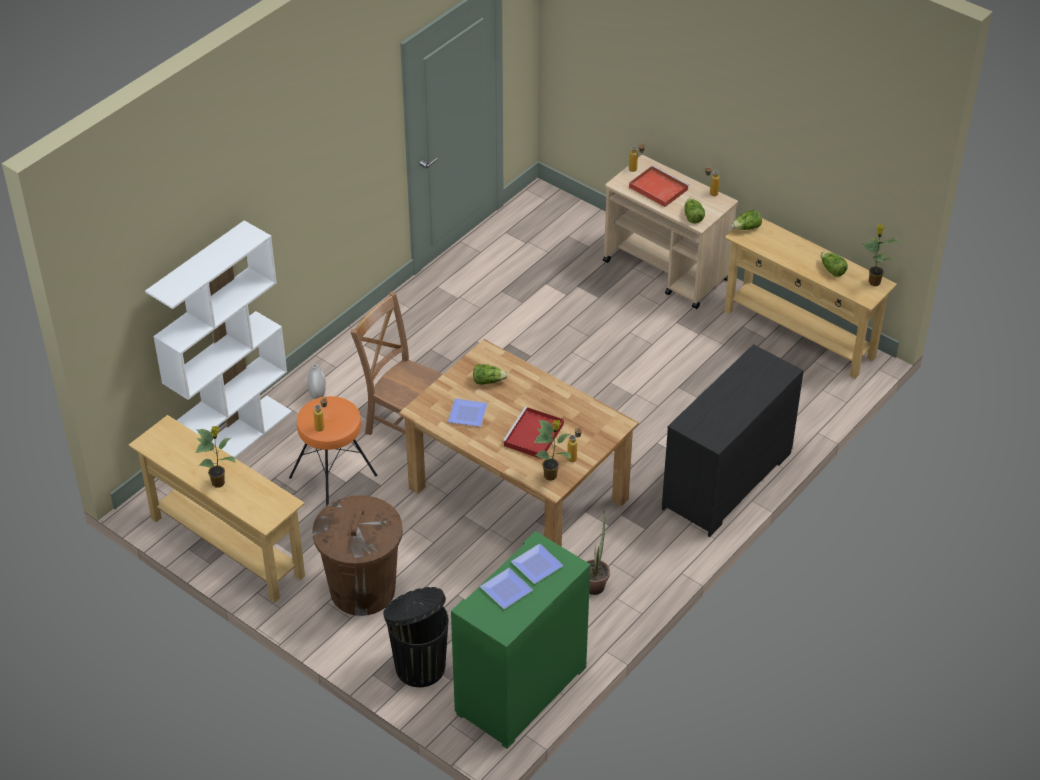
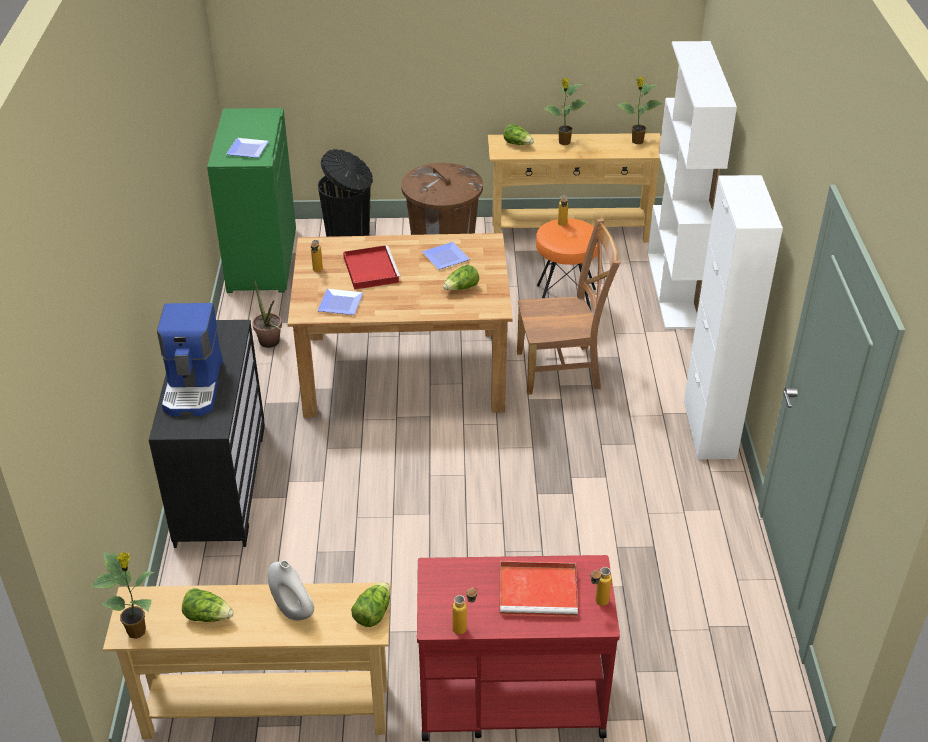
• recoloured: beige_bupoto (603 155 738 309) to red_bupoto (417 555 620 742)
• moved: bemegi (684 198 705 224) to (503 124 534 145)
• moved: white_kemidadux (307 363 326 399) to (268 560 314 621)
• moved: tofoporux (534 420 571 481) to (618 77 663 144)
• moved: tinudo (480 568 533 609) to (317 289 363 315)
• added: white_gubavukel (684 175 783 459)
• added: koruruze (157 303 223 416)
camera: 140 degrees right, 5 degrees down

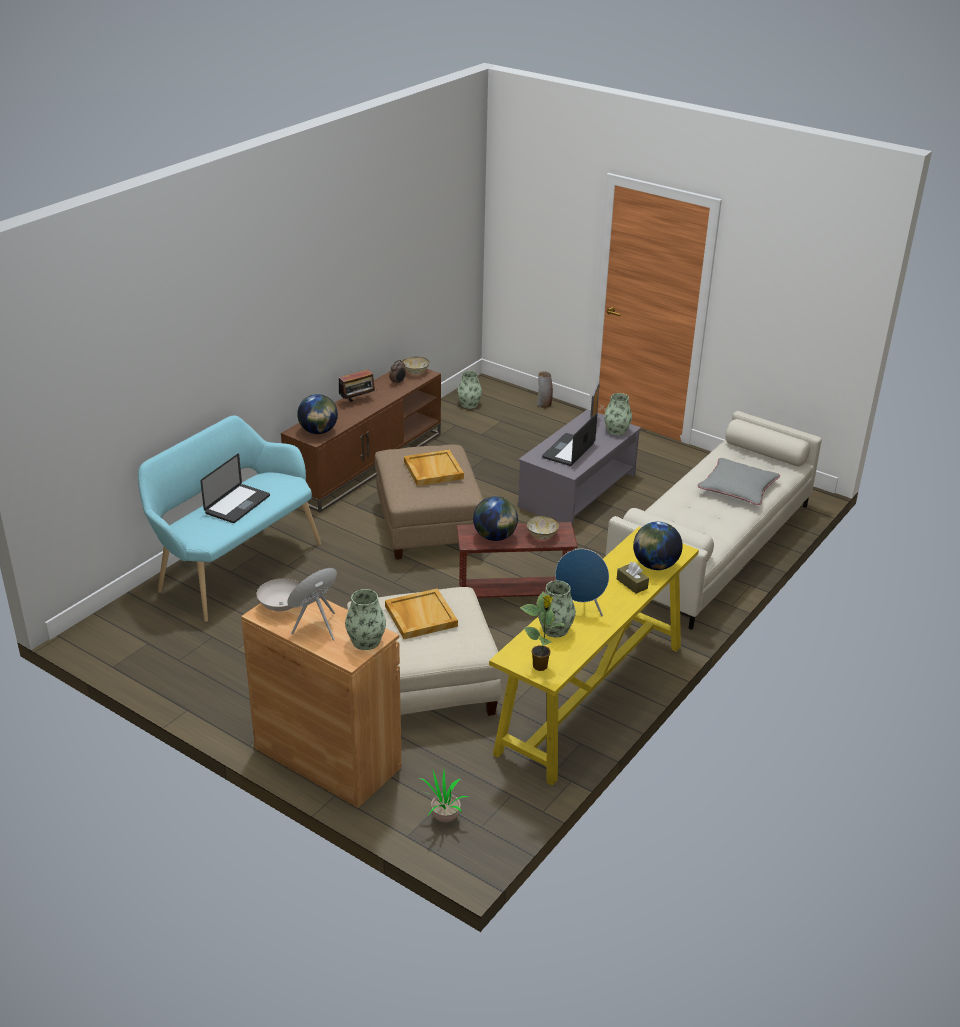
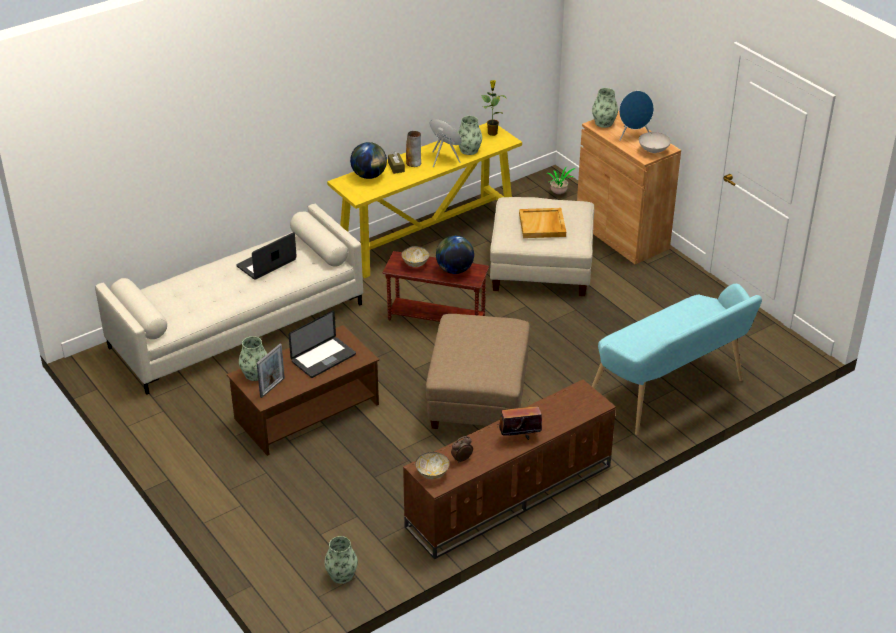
• moved: kemidadux (537 371 553 408) to (406 131 421 167)
• removed: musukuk (297 394 338 434)
• recoloured: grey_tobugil (518 409 641 526) to brown_tobugil (227 325 379 456)
• removed: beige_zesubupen (404 450 464 486)
• moved: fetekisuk (200 454 270 523) to (236 232 297 280)
• removed: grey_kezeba (698 458 780 505)
camera: 160 degrees left, 5 degrees up

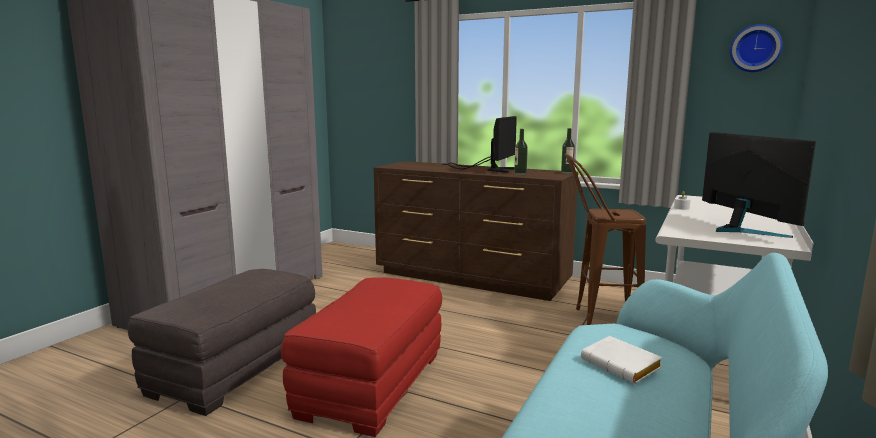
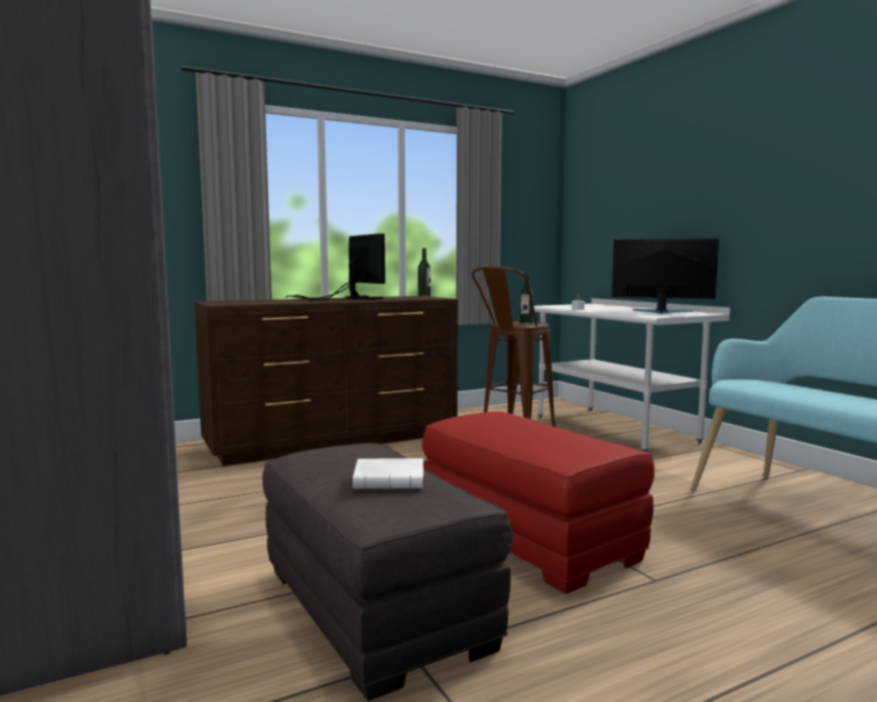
• removed: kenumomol (730 24 783 72)
• moved: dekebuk (514 129 528 175) to (519 274 533 324)
• moved: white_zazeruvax (581 336 663 383) to (353 458 424 490)
camera: 55 degrees left, 5 degrees down

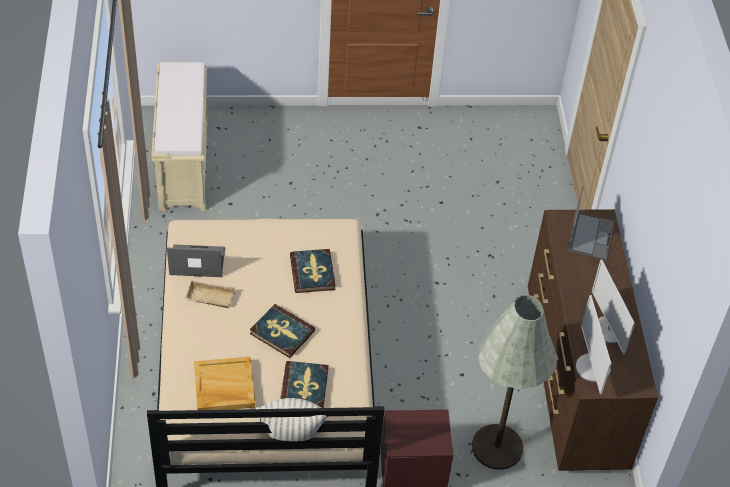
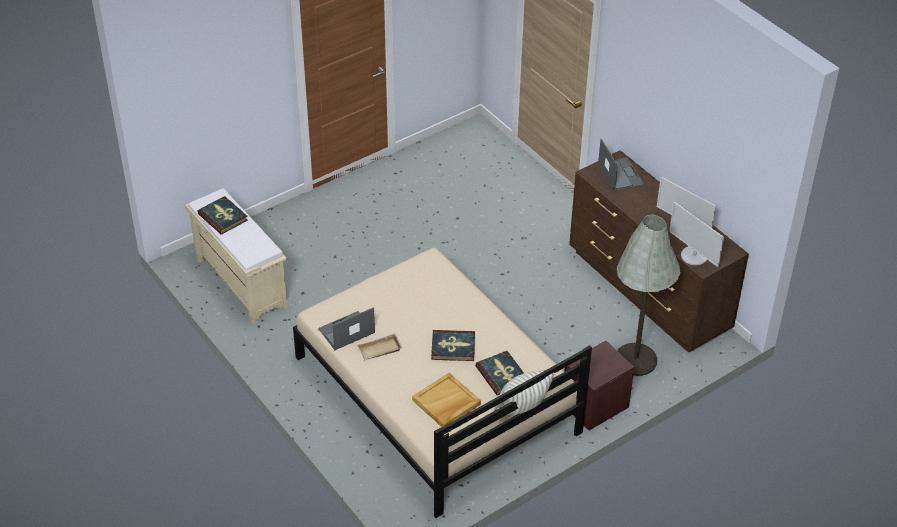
• moved: zazeruvax (290 249 336 293) to (197 196 248 235)
camera: 30 degrees left, 5 degrees down

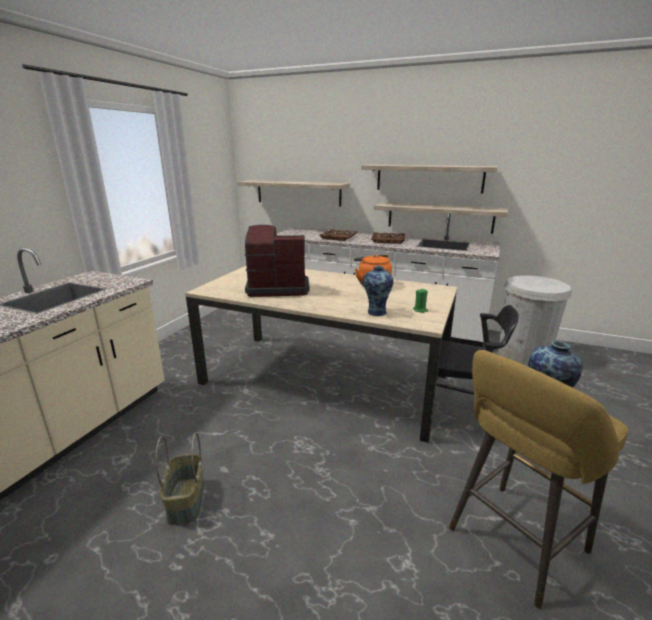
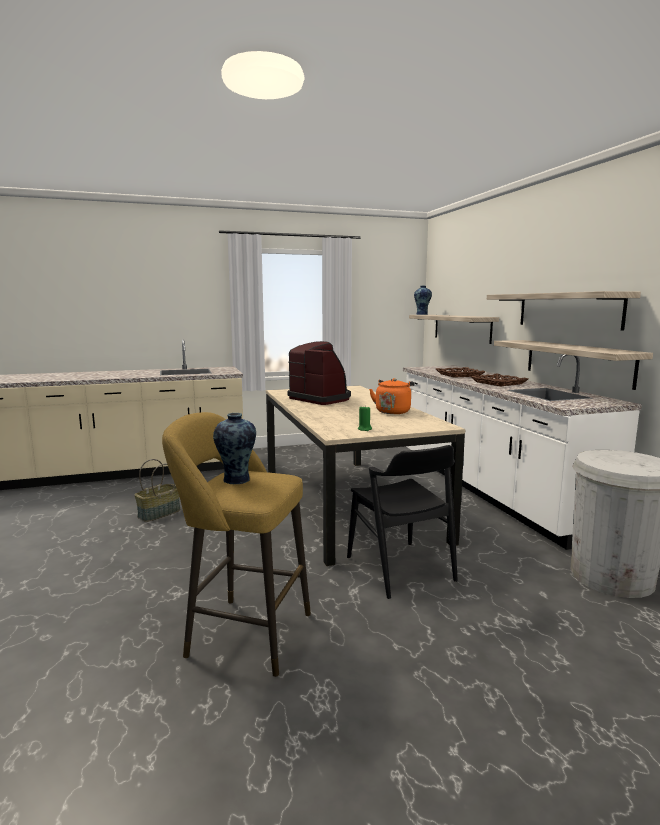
• moved: kemidadux (363 266 393 316) to (414 286 432 315)
camera: 50 degrees right, 10 degrees down

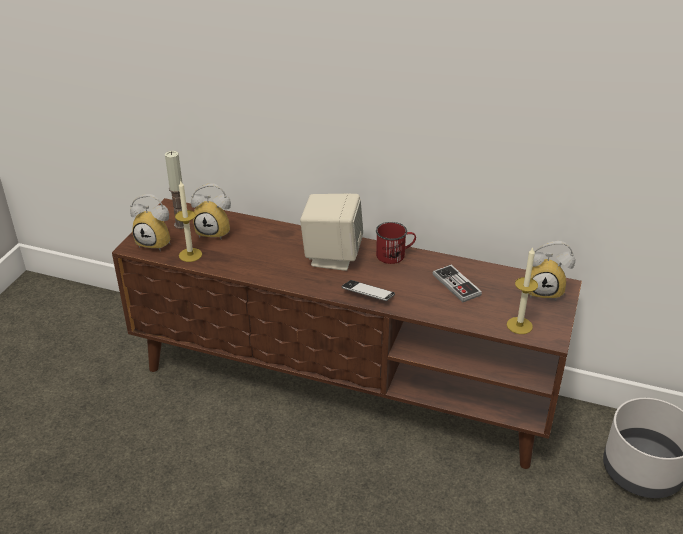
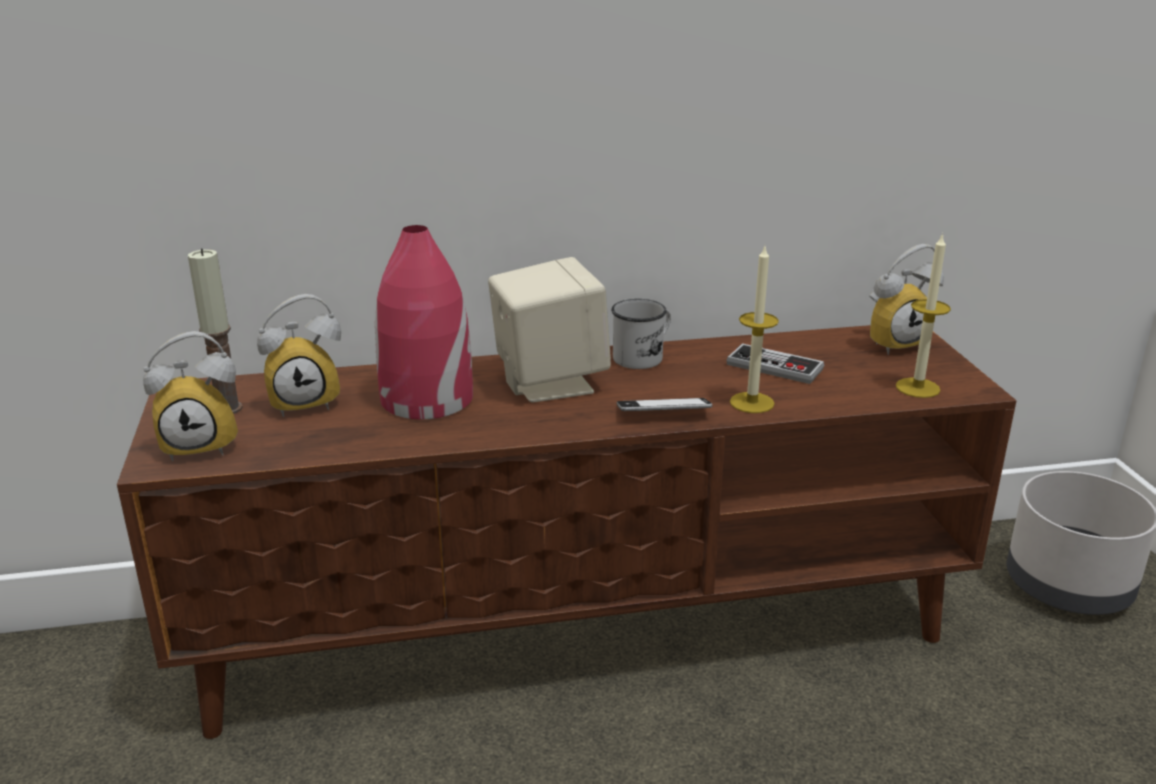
• moved: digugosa (175 181 202 262) to (730 247 779 413)
• recoloured: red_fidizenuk (376 222 416 264) to white_fidizenuk (611 299 671 369)
• added: red_kemidadux (375 225 473 419)
camera: 30 degrees left, 10 degrees down

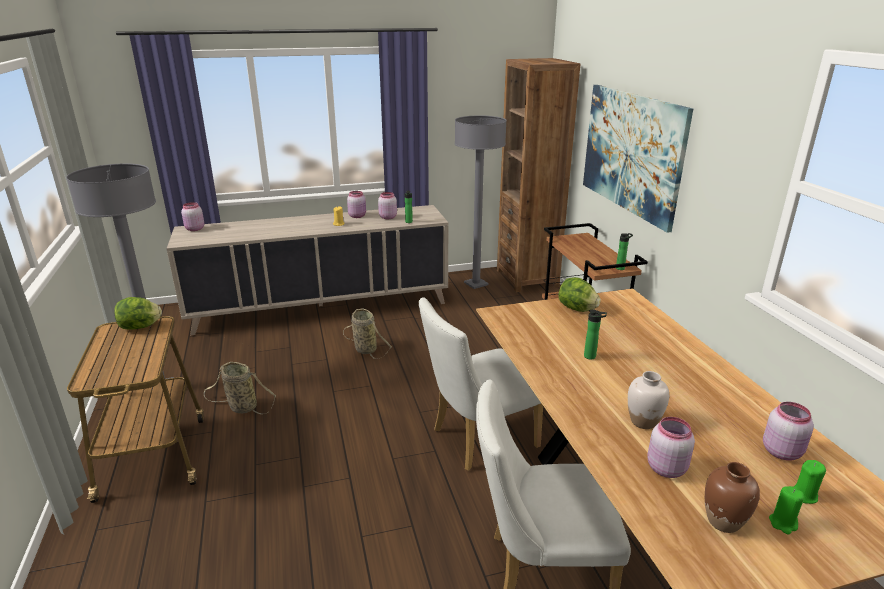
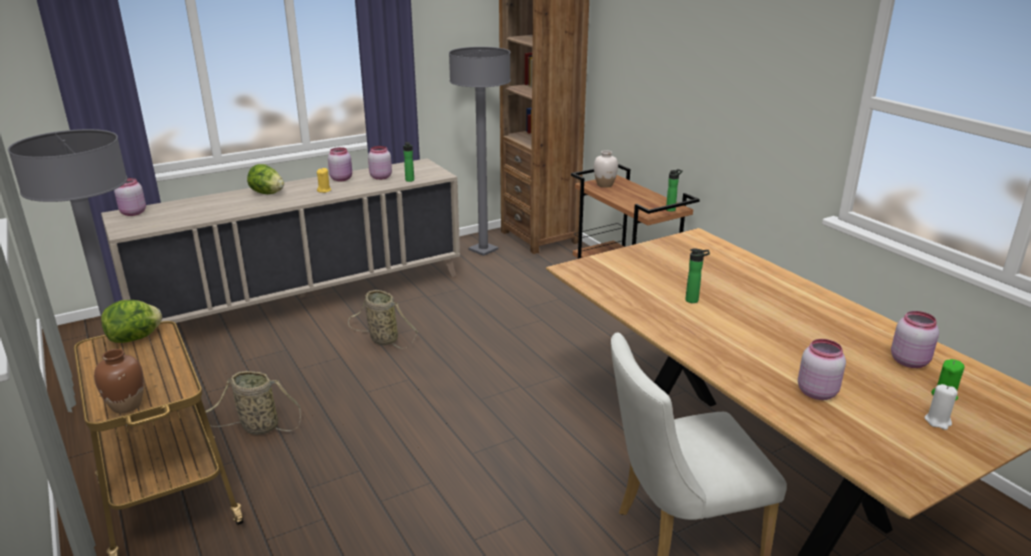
• removed: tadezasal (583 85 693 233)
• moved: bemegi (559 277 601 312) to (247 164 284 194)
• removed: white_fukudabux (419 297 543 471)
• moved: white_kemidadux (628 371 669 429) to (594 150 618 188)
• moved: brown_kemidadux (705 462 760 533) to (94 349 144 413)
• recoloured: green_digugosa (769 486 804 534) to white_digugosa (925 384 958 430)
camera: 15 degrees left, 0 degrees up

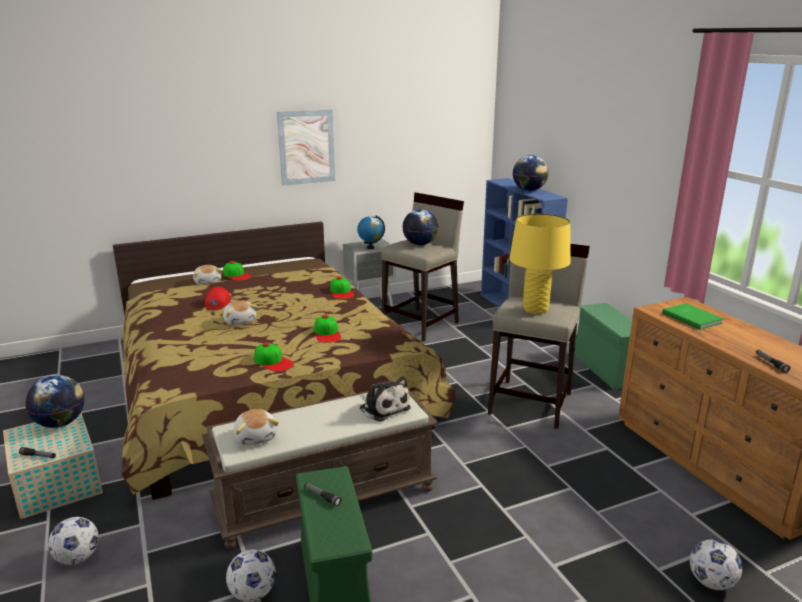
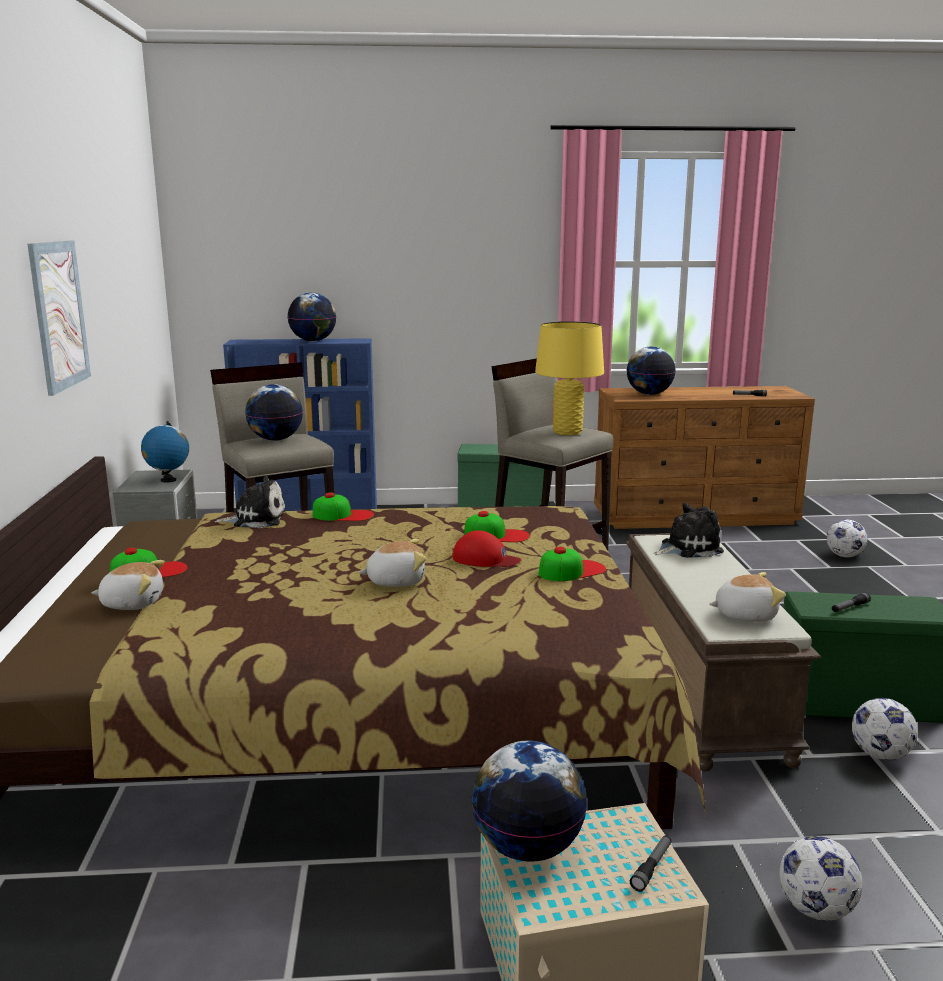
• moved: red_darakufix (205 287 231 310) to (453 530 521 567)
• replaced: green_zazeruvax (662 303 724 330) to musukuk (627 347 676 395)
• added: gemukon (214 476 286 528)
camera: 70 degrees left, 5 degrees down

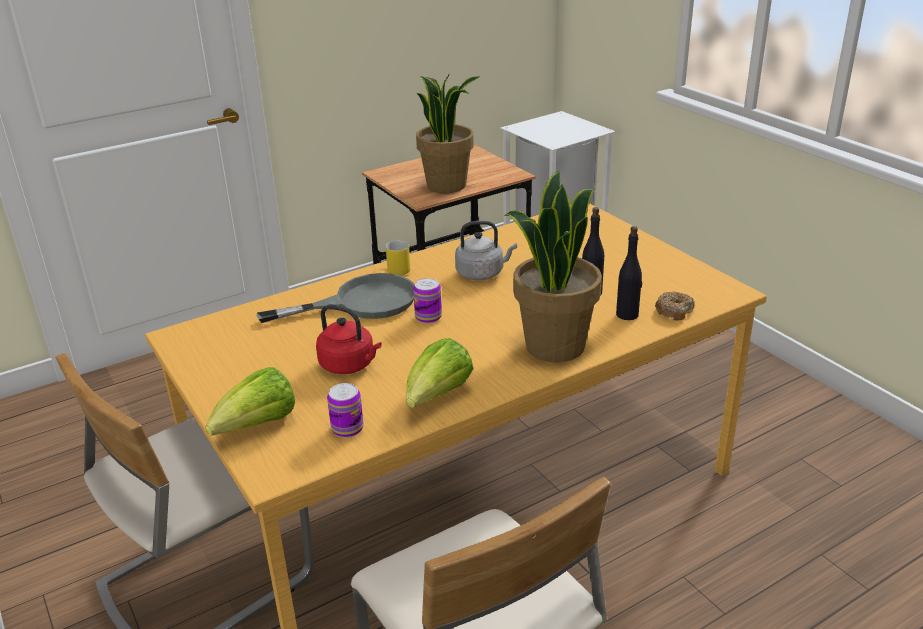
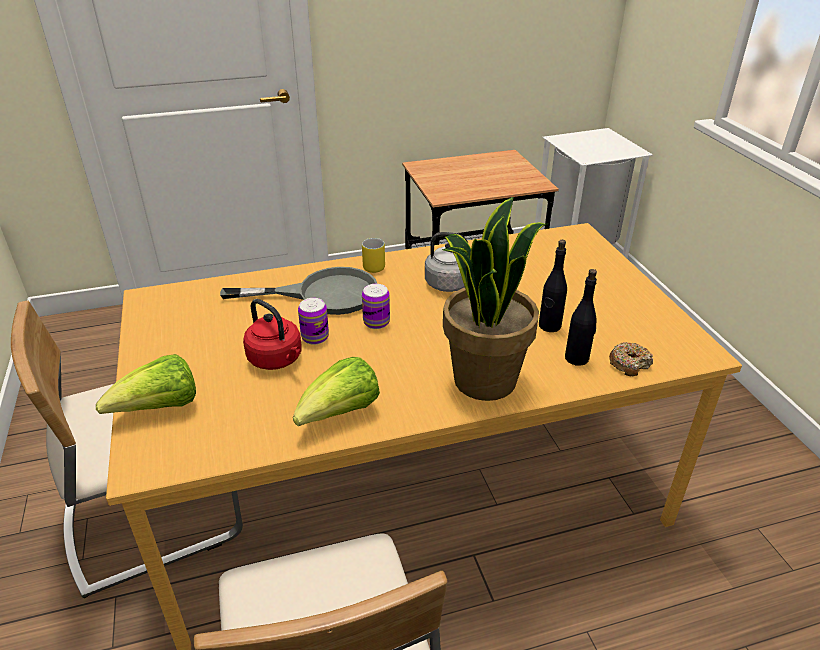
• removed: tofoporux (416 74 480 193)
• moved: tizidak (327 383 363 438) to (298 298 329 345)
camera: 15 degrees right, 5 degrees up

